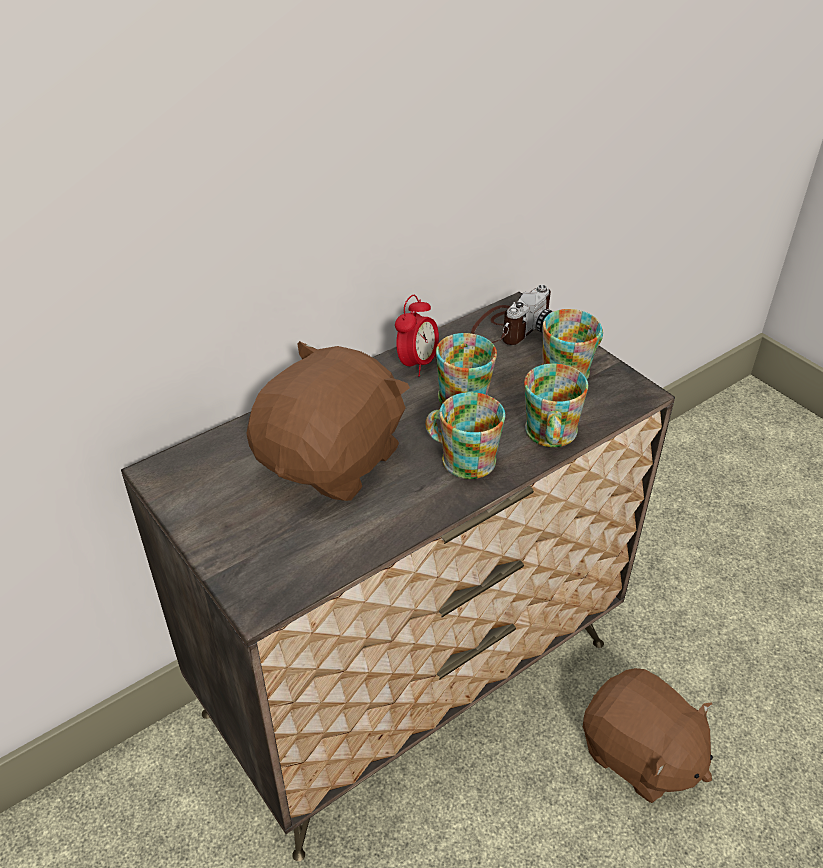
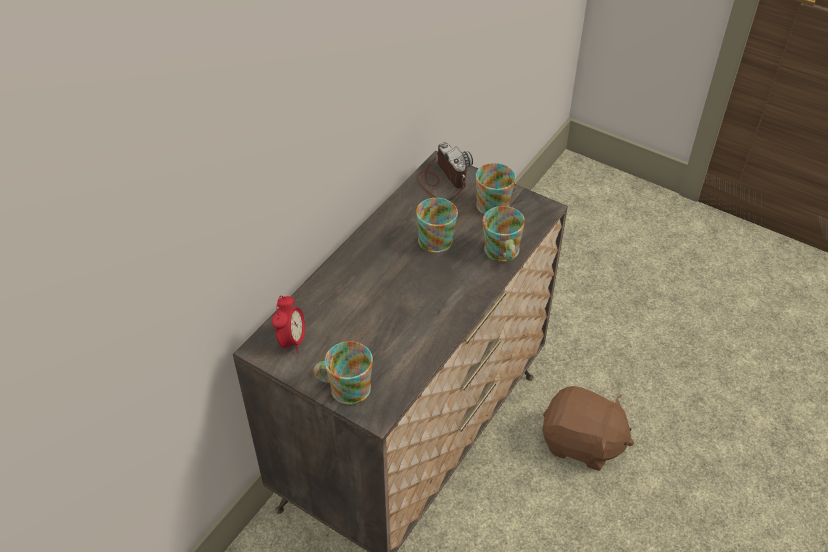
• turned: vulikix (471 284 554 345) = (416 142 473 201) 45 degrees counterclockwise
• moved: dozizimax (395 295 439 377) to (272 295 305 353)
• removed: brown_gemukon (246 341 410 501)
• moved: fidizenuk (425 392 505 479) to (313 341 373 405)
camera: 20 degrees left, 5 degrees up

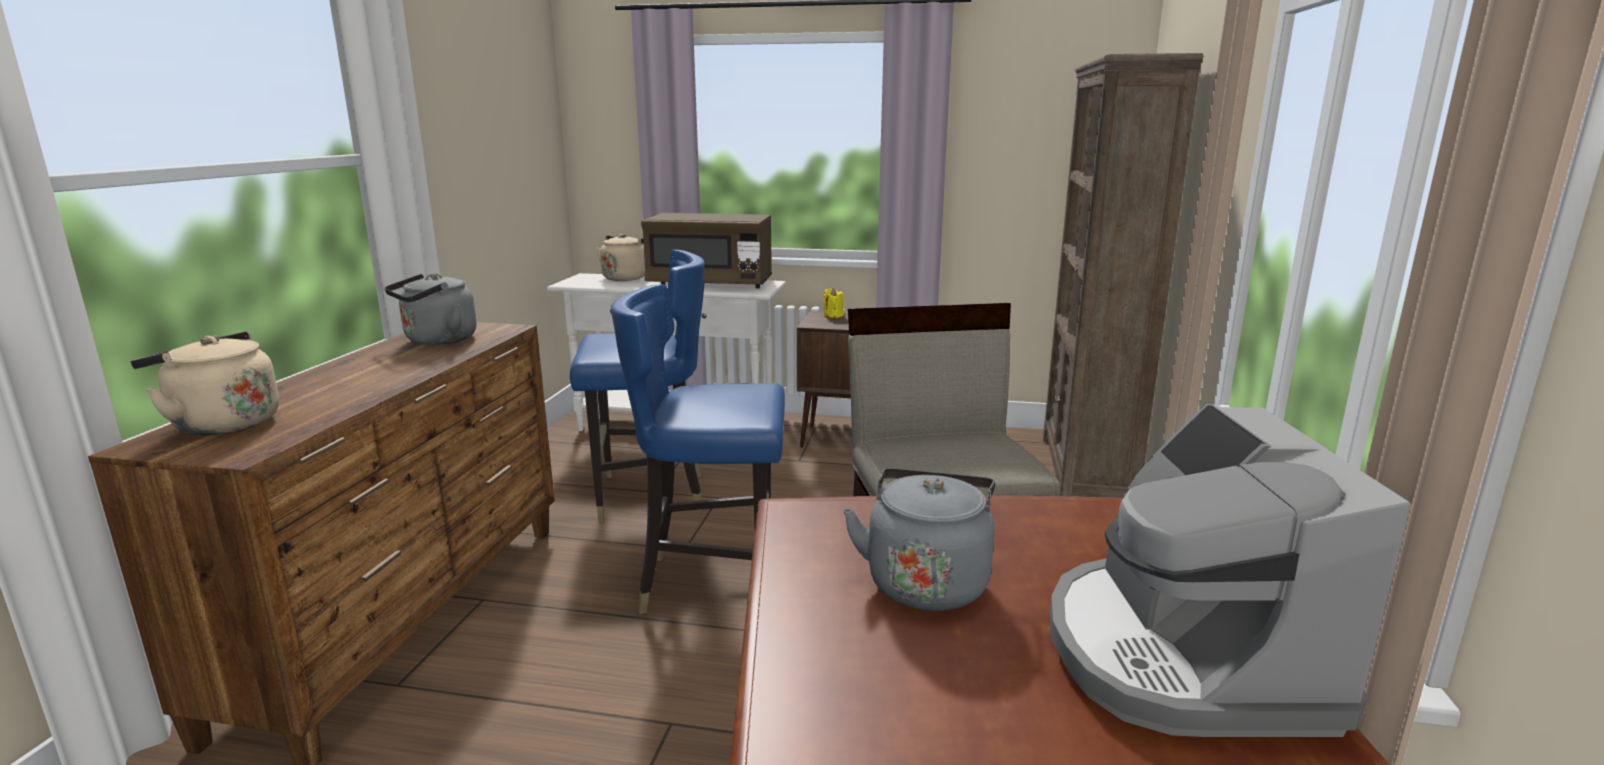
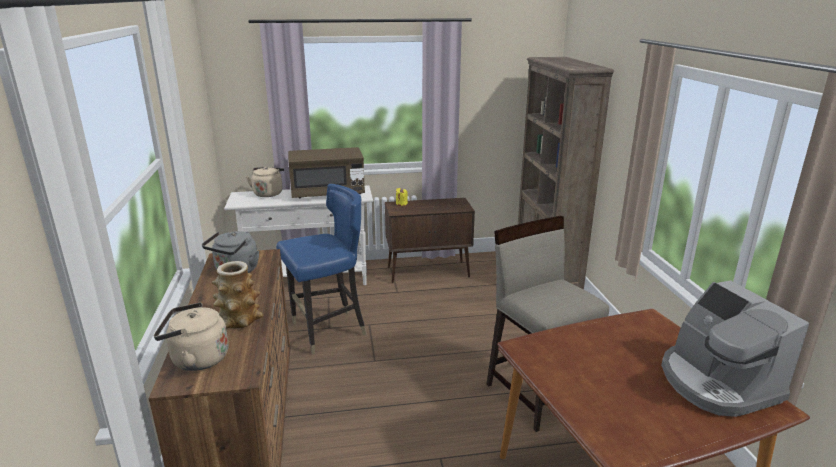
• removed: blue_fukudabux (611 284 785 614)
• removed: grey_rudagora (843 468 995 611)
• added: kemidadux (211 261 263 328)
camera: 20 degrees left, 5 degrees up

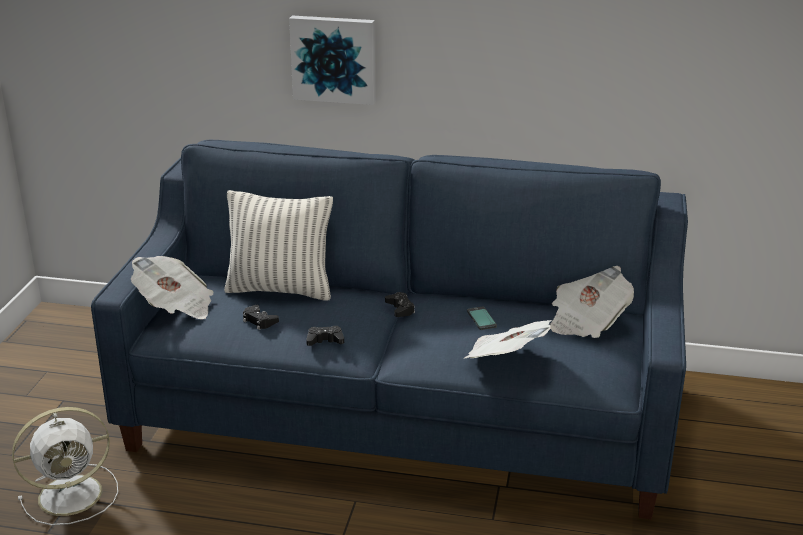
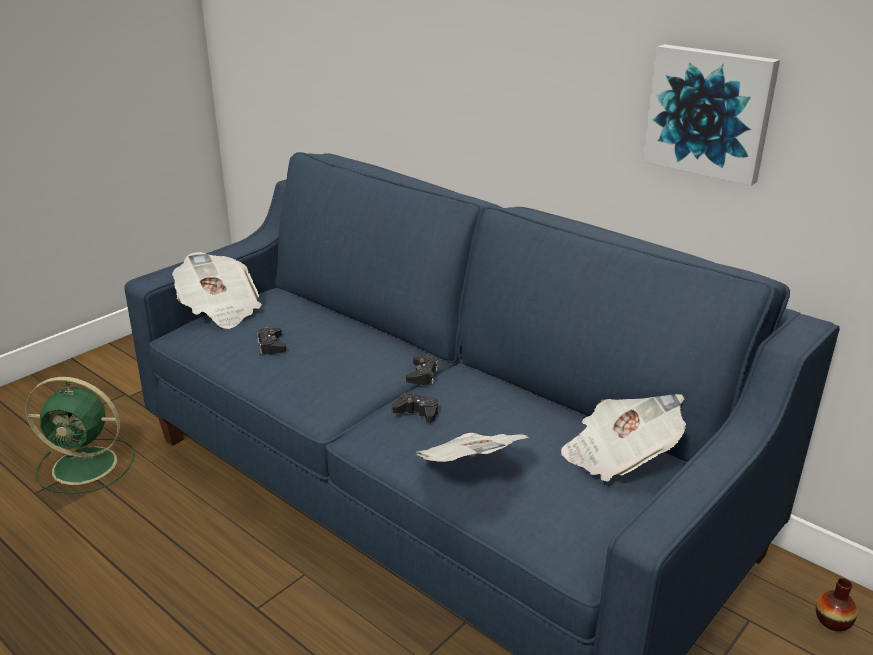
• moved: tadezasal (289 16 376 105) to (644 44 780 186)
• removed: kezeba (224 190 333 301)
• removed: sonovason (467 306 497 330)
• moved: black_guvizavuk (306 326 344 346) to (392 392 438 422)
• recoloured: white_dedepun (12 407 118 525) to green_dedepun (25 377 134 494)
• added: kemidadux (816 578 857 631)
camera: 30 degrees right, 0 degrees up

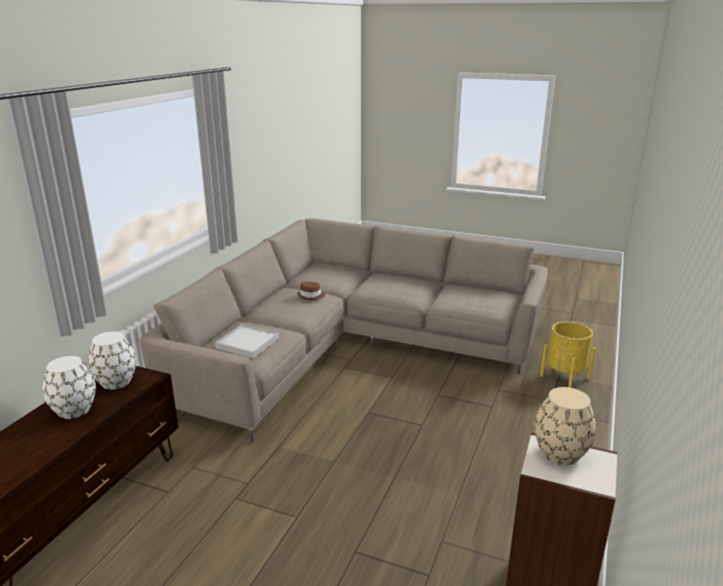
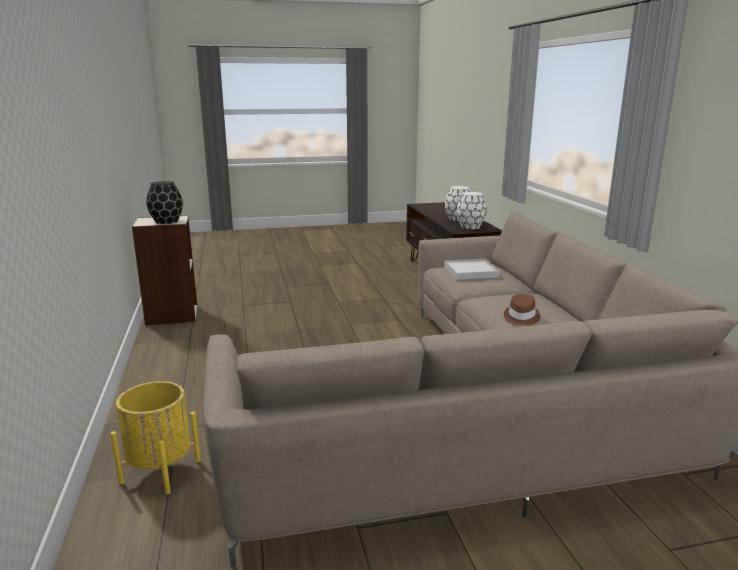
• recoloured: beige_kemidadux (534 387 597 465) to black_kemidadux (146 181 183 224)
camera: 145 degrees right, 5 degrees down

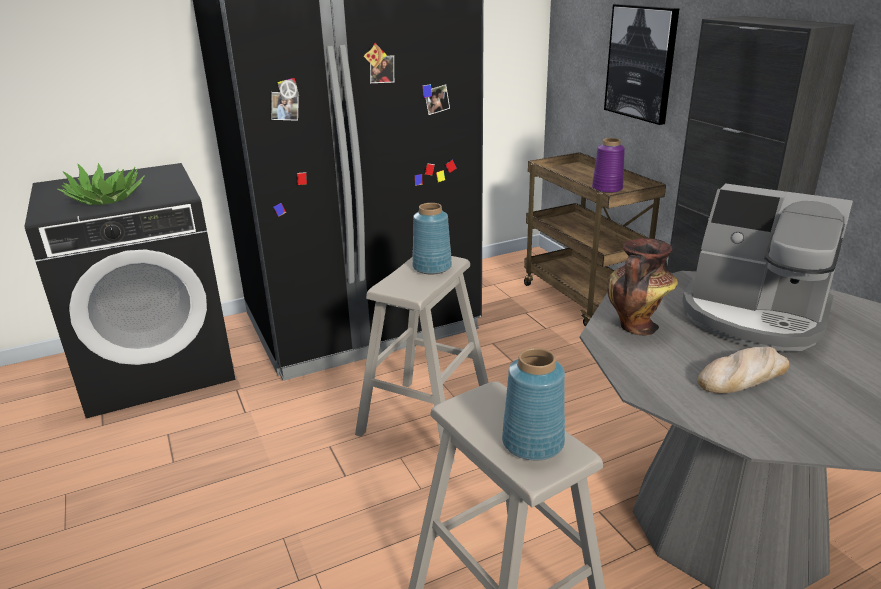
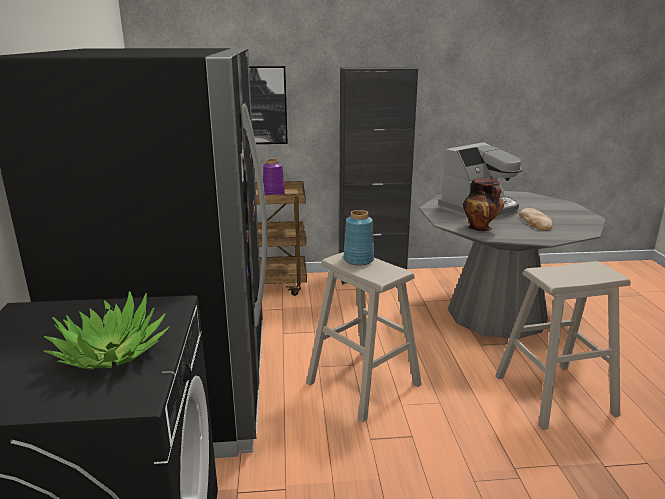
• removed: blue_kemidadux (502 348 565 460)
camera: 70 degrees left, 5 degrees down

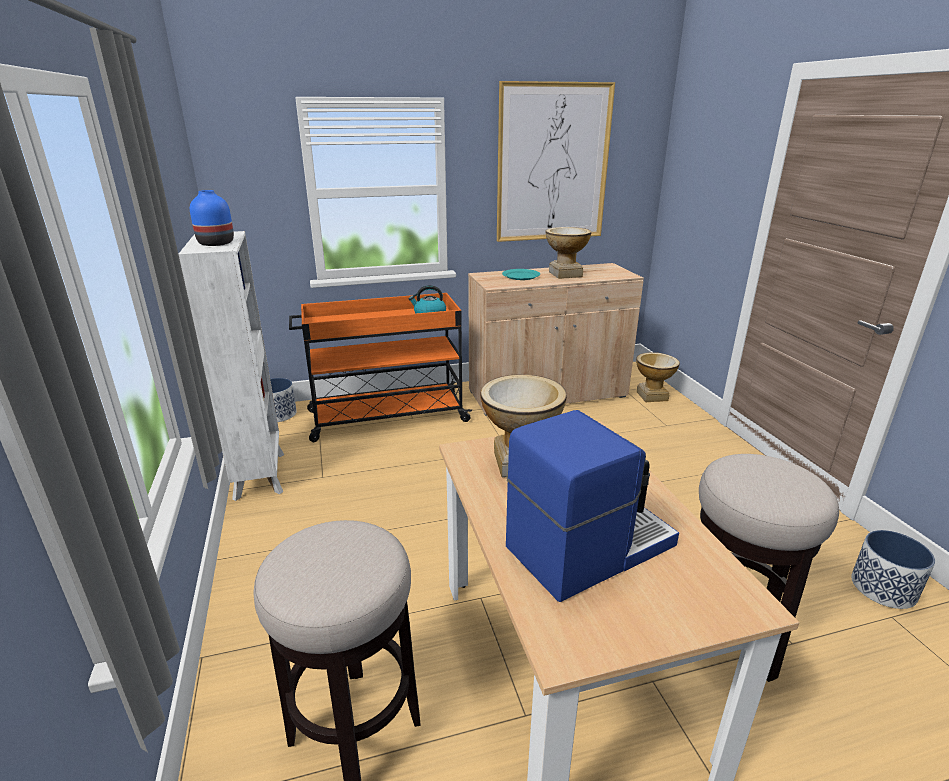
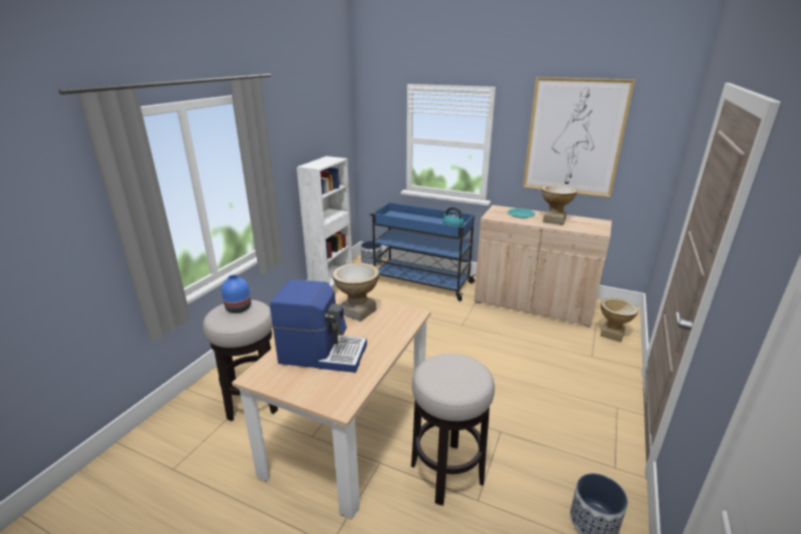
• moved: blue_kemidadux (190 190 234 246) to (221 275 251 313)
• recoloured: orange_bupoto (289 293 472 442) to blue_bupoto (369 203 476 301)
camera: 40 degrees right, 0 degrees up

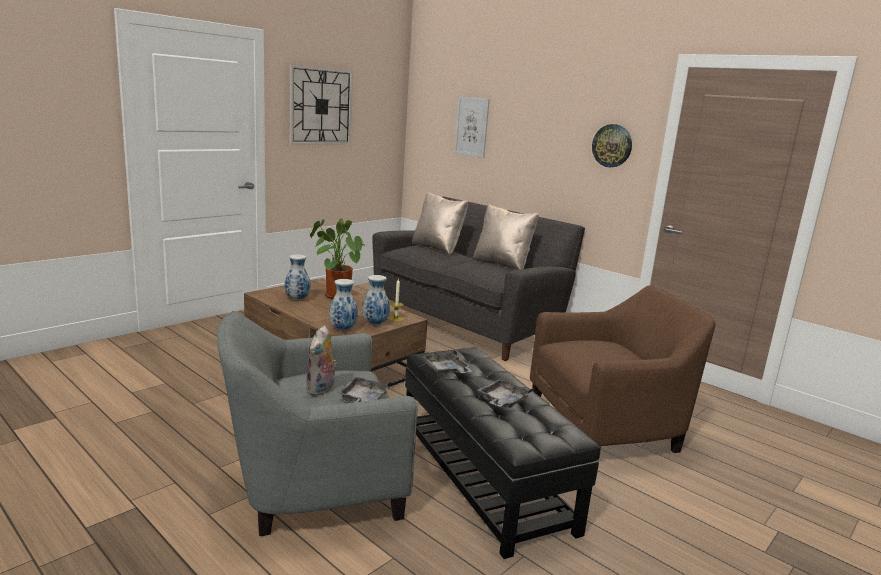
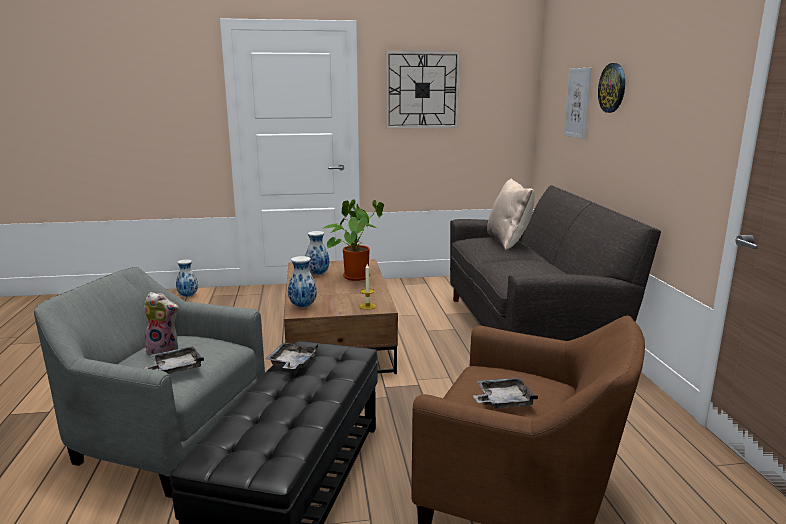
• moved: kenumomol (592 124 632 167) to (598 63 625 113)
• removed: beige_kezeba (472 204 539 270)
• moved: kemidadux (362 275 390 325) to (176 259 198 297)
• turned: gemukon (306 325 337 396) = (144 292 179 356) 135 degrees counterclockwise
• moved: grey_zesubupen (478 379 532 408) to (473 377 538 408)
camera: 40 degrees right, 0 degrees up

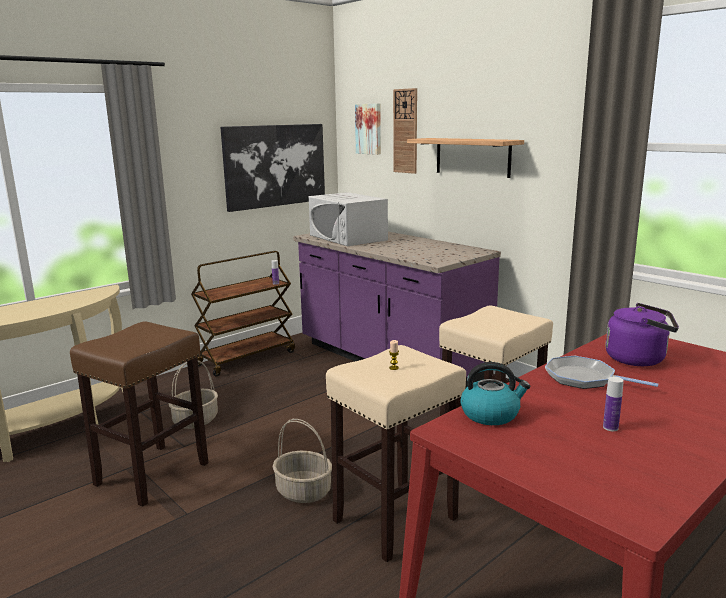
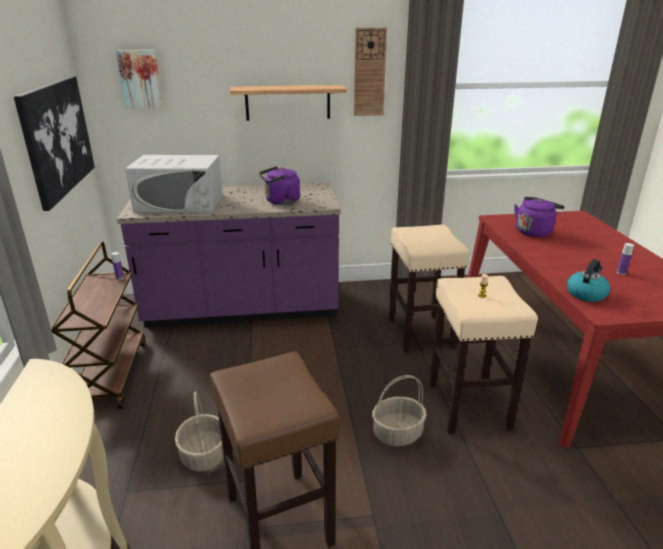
• moved: kenumomol (393 88 417 174) to (354 28 387 116)
• removed: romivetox (545 356 658 389)
• added: purple_rudagora (259 166 300 205)
camera: 55 degrees left, 10 degrees up

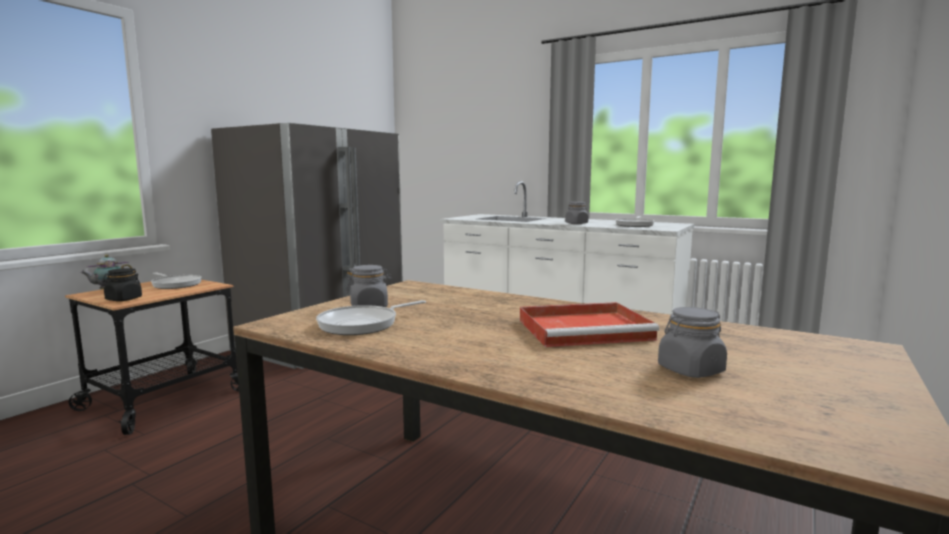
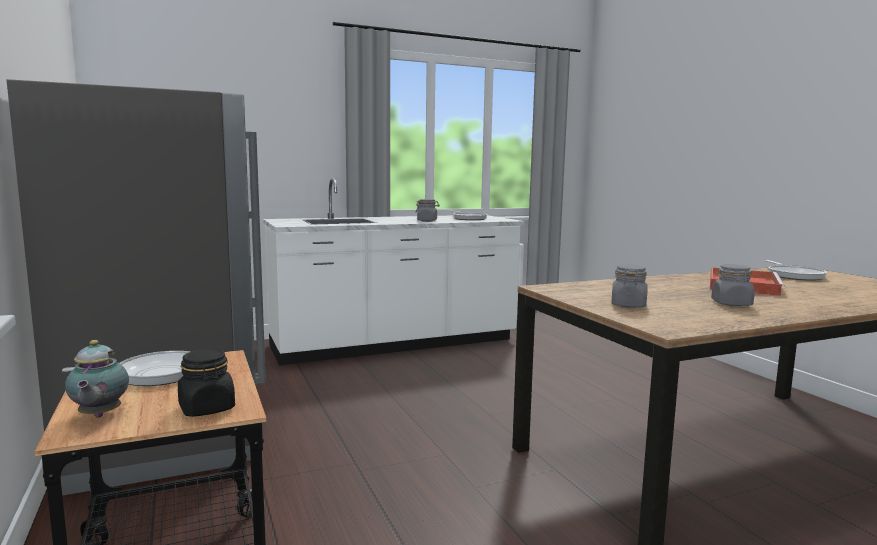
• moved: romivetox (316 300 426 335) to (764 260 827 281)
• moved: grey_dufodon (658 307 727 378) to (711 264 755 306)
camera: 55 degrees left, 0 degrees up

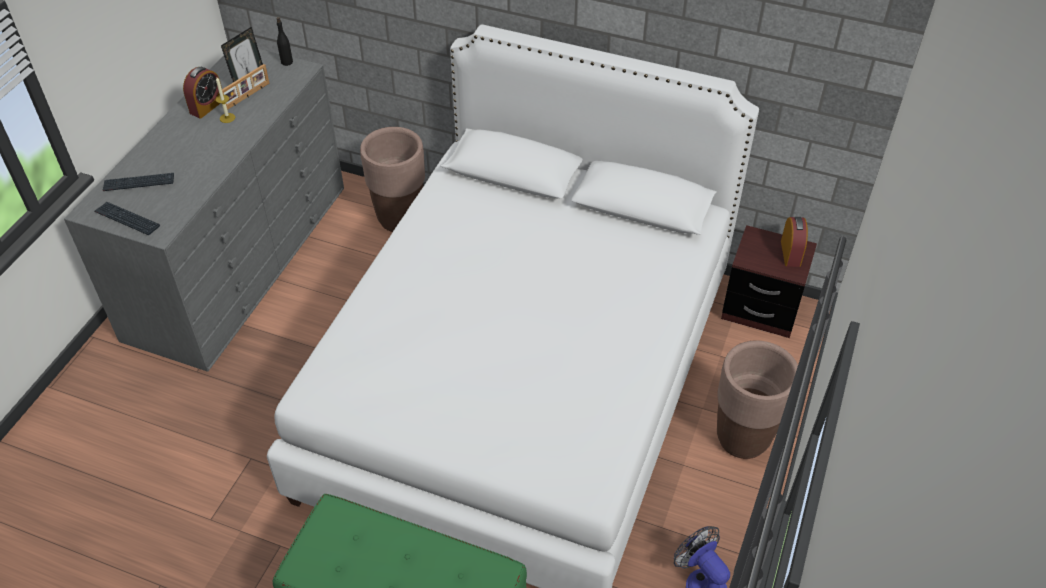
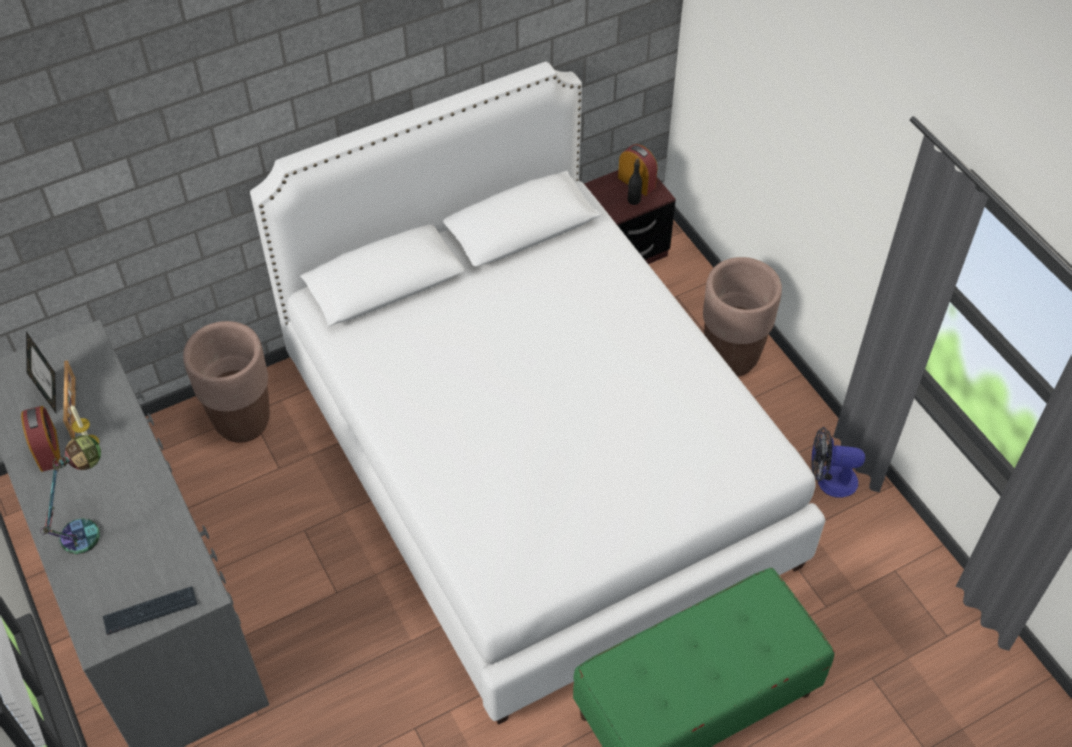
• moved: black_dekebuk (277 17 293 66) to (628 158 642 205)
• removed: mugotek (103 173 174 191)
• added: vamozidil (40 435 101 555)
camera: 50 degrees left, 5 degrees up

